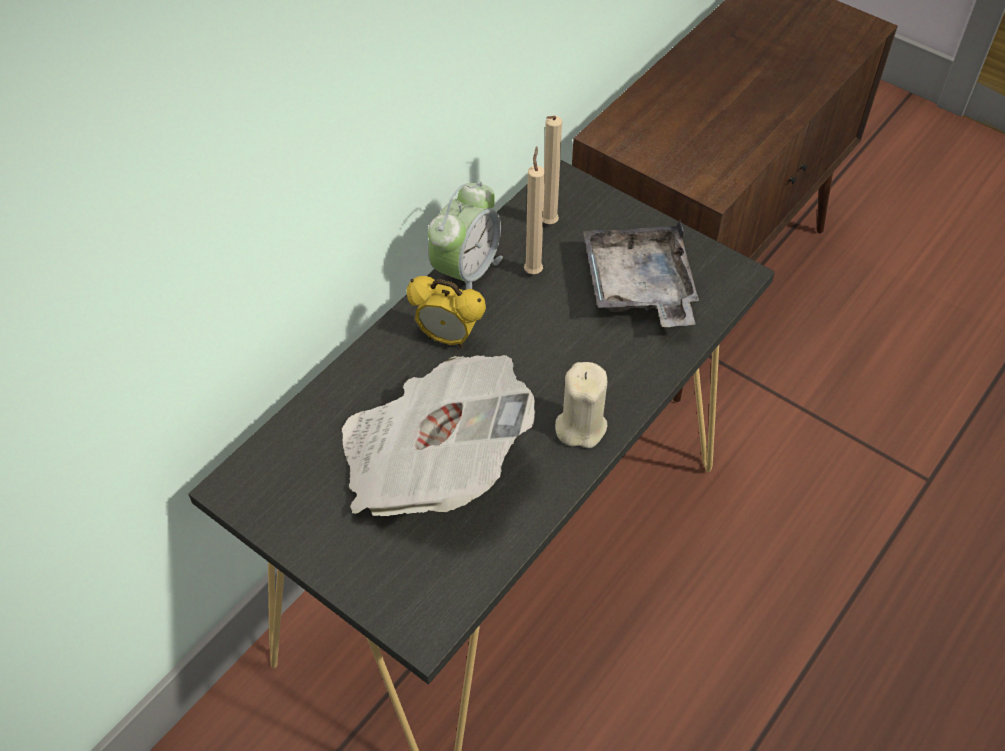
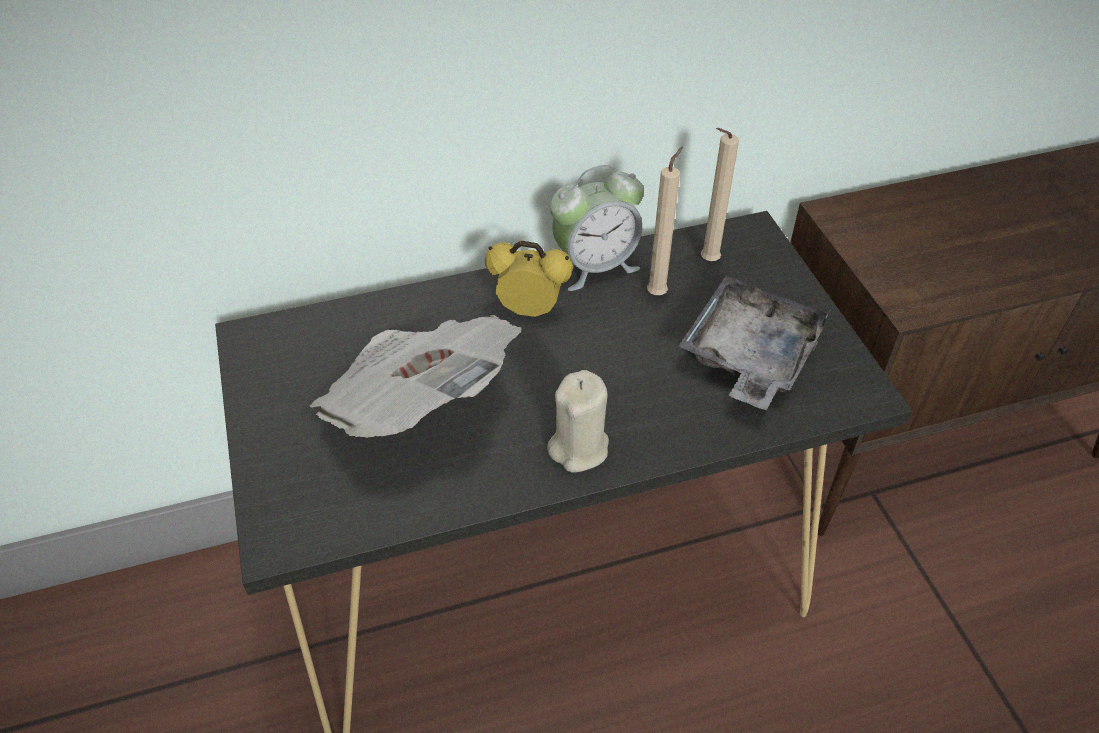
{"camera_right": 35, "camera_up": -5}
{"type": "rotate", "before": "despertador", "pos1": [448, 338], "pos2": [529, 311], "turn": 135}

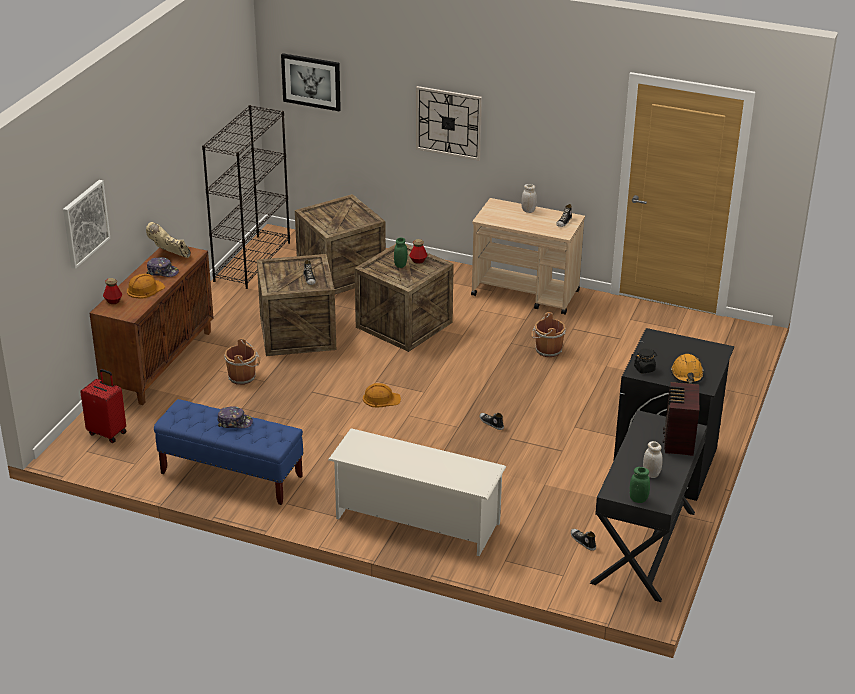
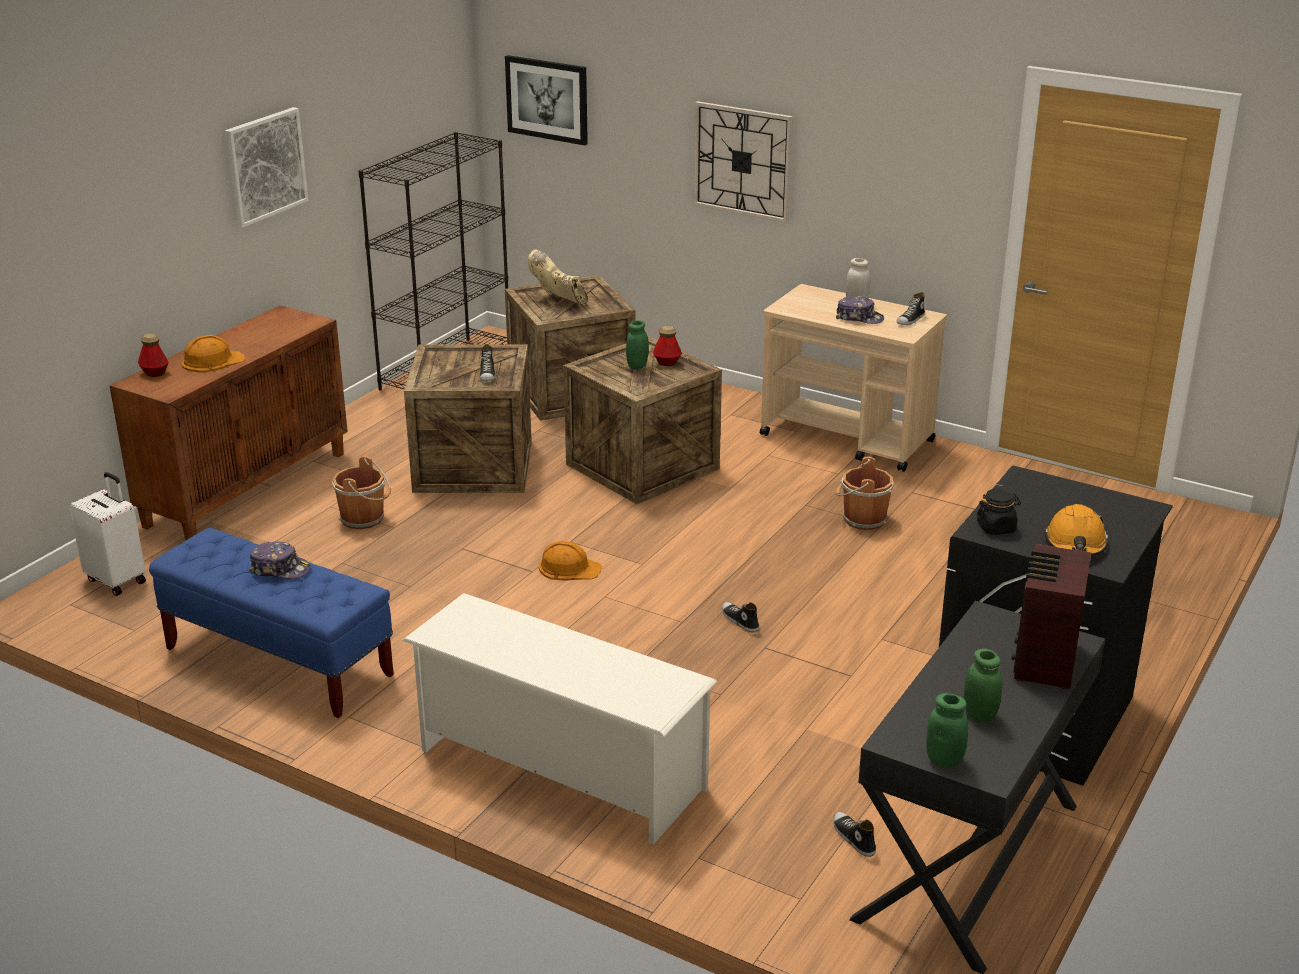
{"camera_right": 10, "camera_up": -5}
{"type": "move", "before": "cuadro", "pos1": [85, 223], "pos2": [265, 166]}
{"type": "move", "before": "bota [beis]", "pos1": [170, 254], "pos2": [559, 300]}
{"type": "move", "before": "gorra", "pos1": [162, 272], "pos2": [859, 318]}
{"type": "recolor", "before": "maleta [rojo]", "after": "maleta [blanco]", "pos1": [108, 432], "pos2": [117, 580]}
{"type": "recolor", "before": "tarro [blanco]", "after": "tarro [verde]", "pos1": [651, 474], "pos2": [979, 715]}

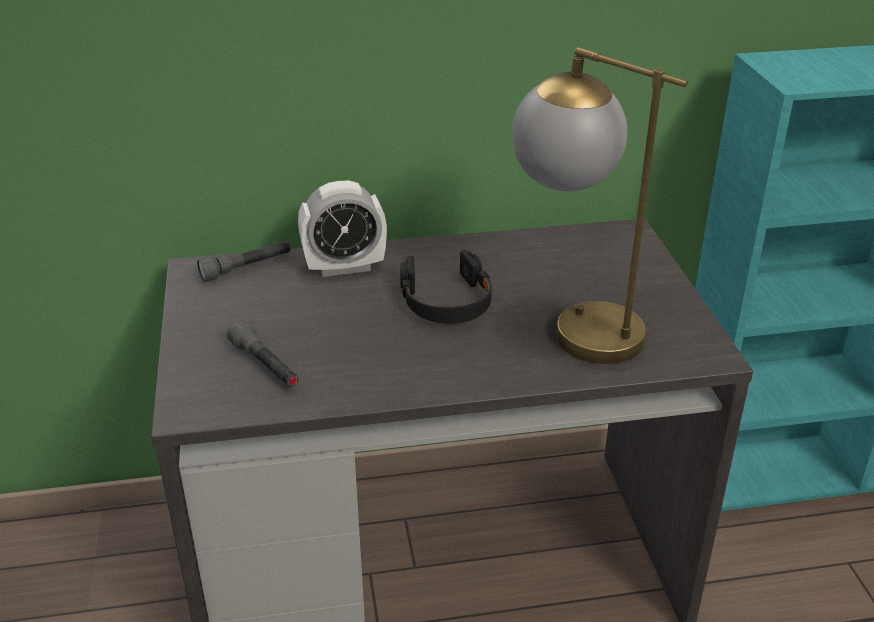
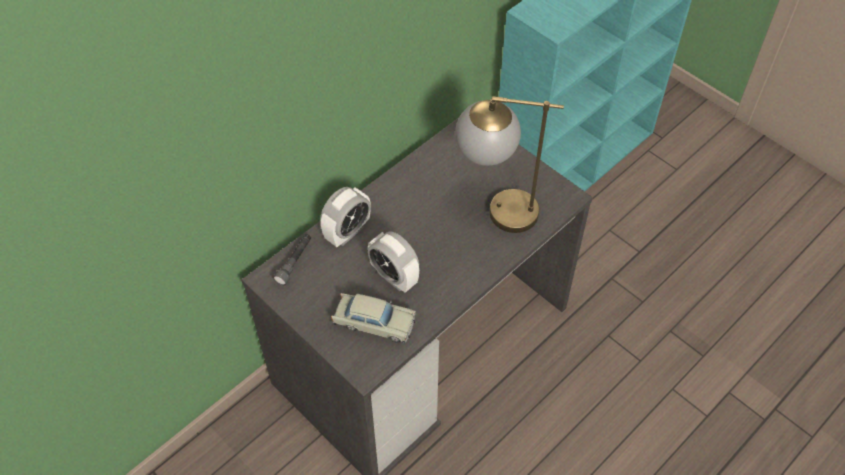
{"camera_right": -35, "camera_up": 20}
{"type": "delete", "before": "auriculares [negro]", "pos1": [446, 301]}
{"type": "insert", "after": "despertador", "pos2": [394, 277]}
{"type": "replace", "before": "linterna [gris]", "after": "coche de juguete [beis]", "pos1": [265, 366], "pos2": [374, 322]}

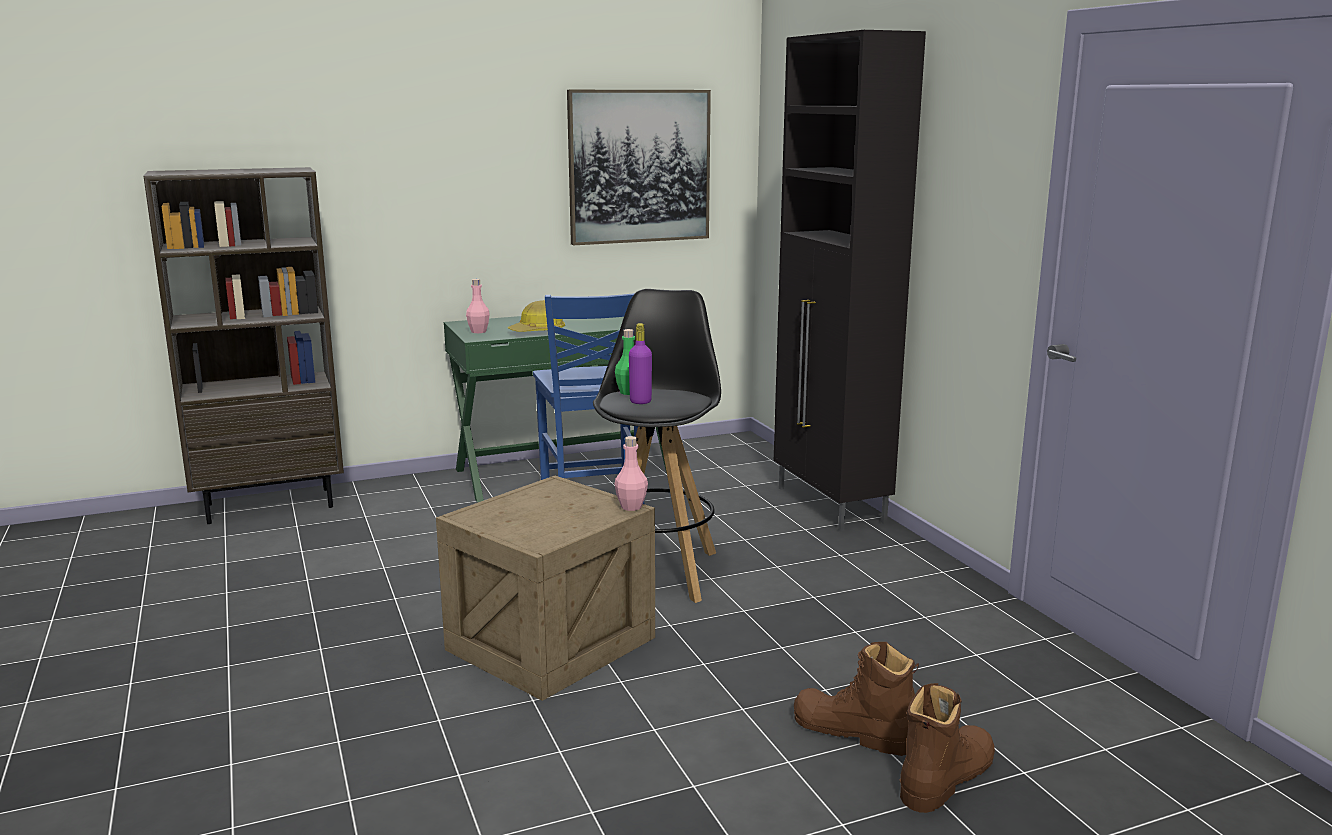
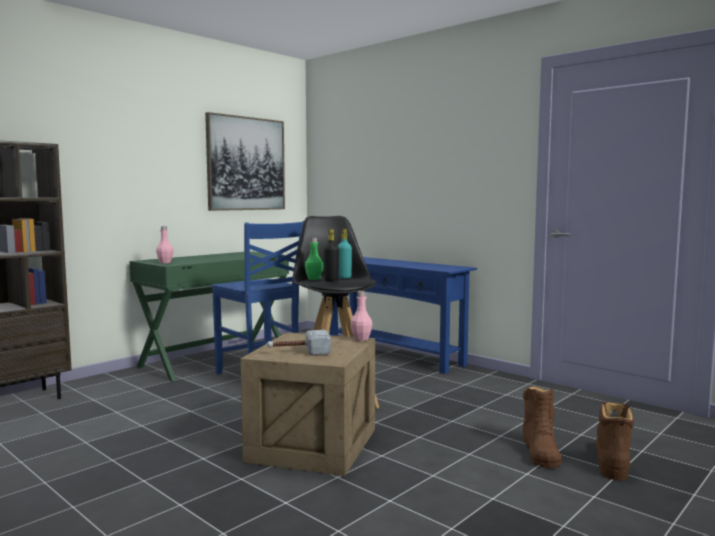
{"camera_right": -25, "camera_up": -10}
{"type": "delete", "before": "casco", "pos1": [538, 332]}
{"type": "insert", "after": "martillo", "pos2": [299, 352]}
{"type": "insert", "after": "botella [turquesa]", "pos2": [344, 277]}
{"type": "replace", "before": "armario [negro]", "after": "mesa consola [azul]", "pos1": [830, 506], "pos2": [394, 355]}
{"type": "recolor", "before": "botella [morado]", "after": "botella [negro]", "pos1": [640, 401], "pos2": [331, 280]}
{"type": "rotate", "before": "bota [marrón]", "pos1": [853, 731], "pos2": [540, 451], "turn": -90}

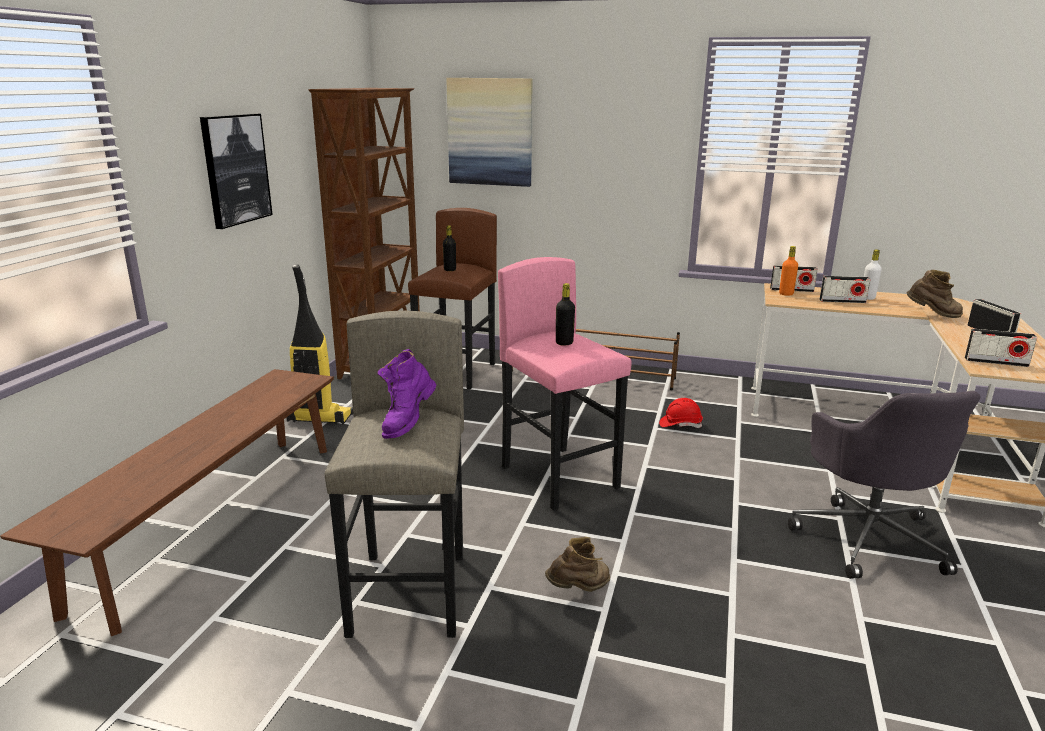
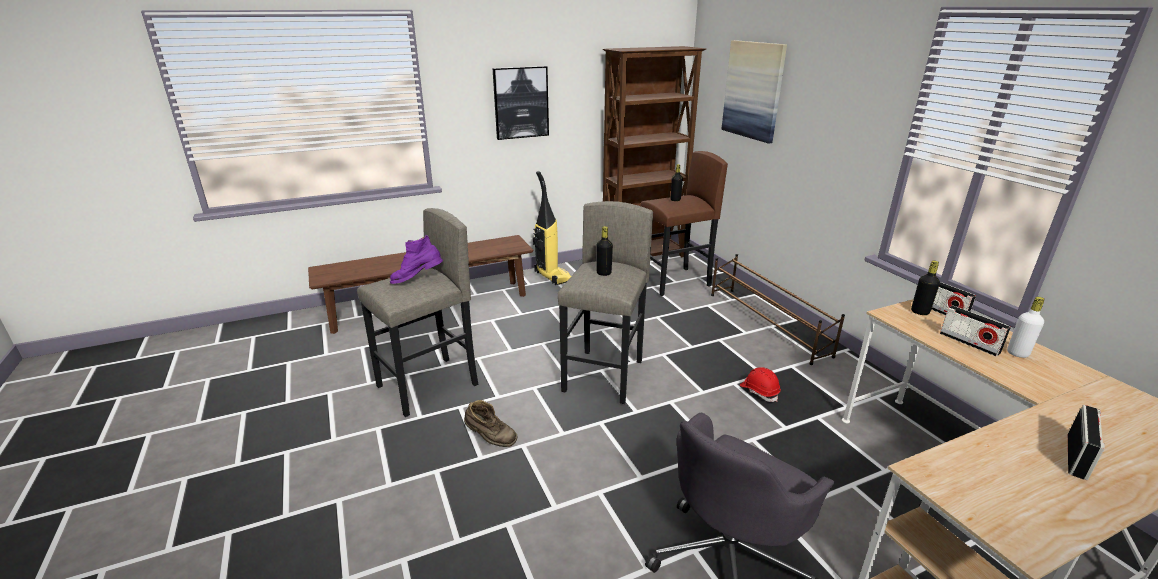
{"camera_right": 50, "camera_up": 5}
{"type": "delete", "before": "bota [marrón]", "pos1": [932, 315]}
{"type": "delete", "before": "radio", "pos1": [996, 362]}
{"type": "recolor", "before": "taburete [rosa]", "after": "taburete [gris]", "pos1": [559, 477], "pos2": [604, 376]}
{"type": "recolor", "before": "botella [naranja]", "after": "botella [negro]", "pos1": [786, 294], "pos2": [920, 312]}

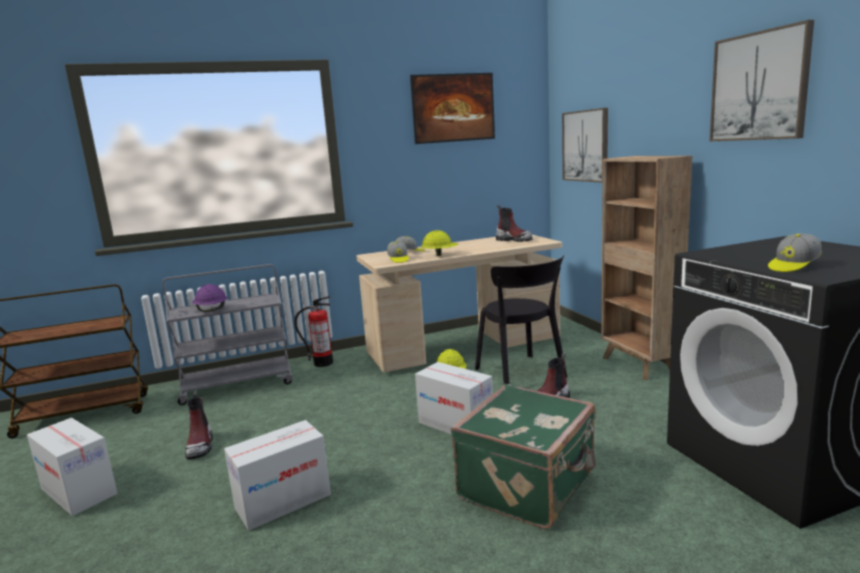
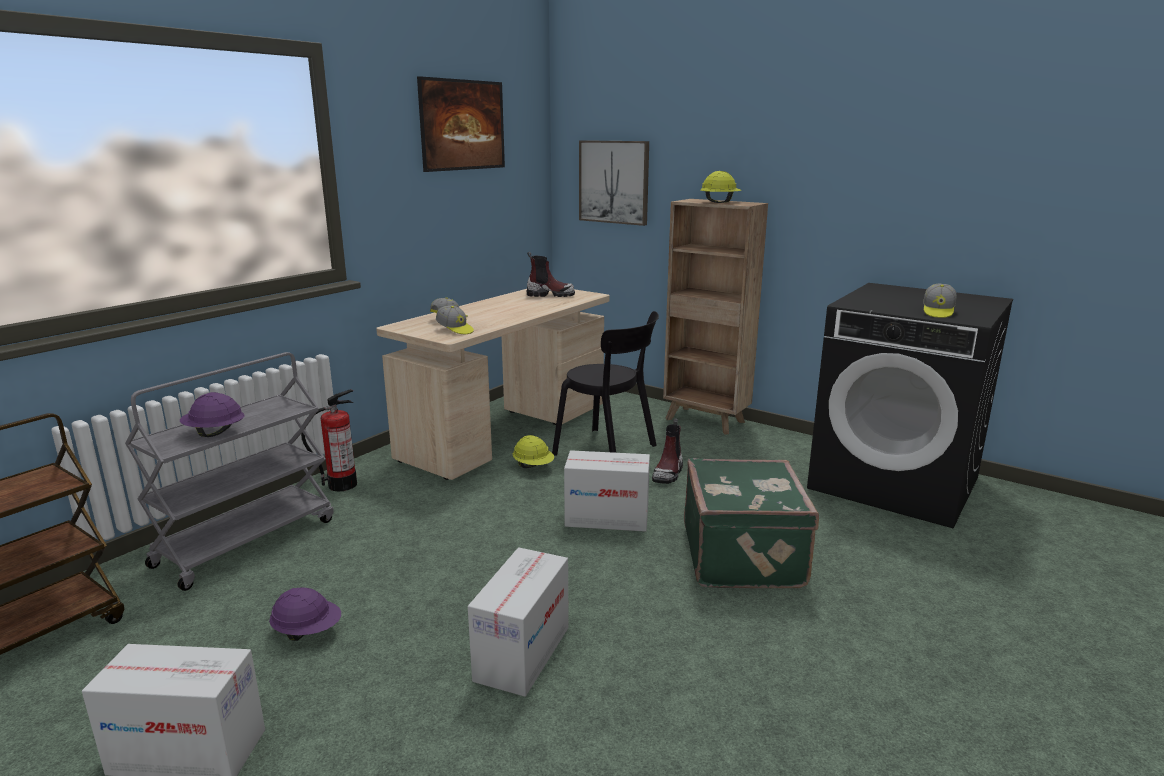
{"camera_right": -35, "camera_up": 5}
{"type": "delete", "before": "cuadro", "pos1": [759, 86]}
{"type": "move", "before": "casco [amarillo]", "pos1": [440, 255], "pos2": [720, 202]}
{"type": "replace", "before": "bota", "after": "casco [morado]", "pos1": [200, 446], "pos2": [308, 632]}

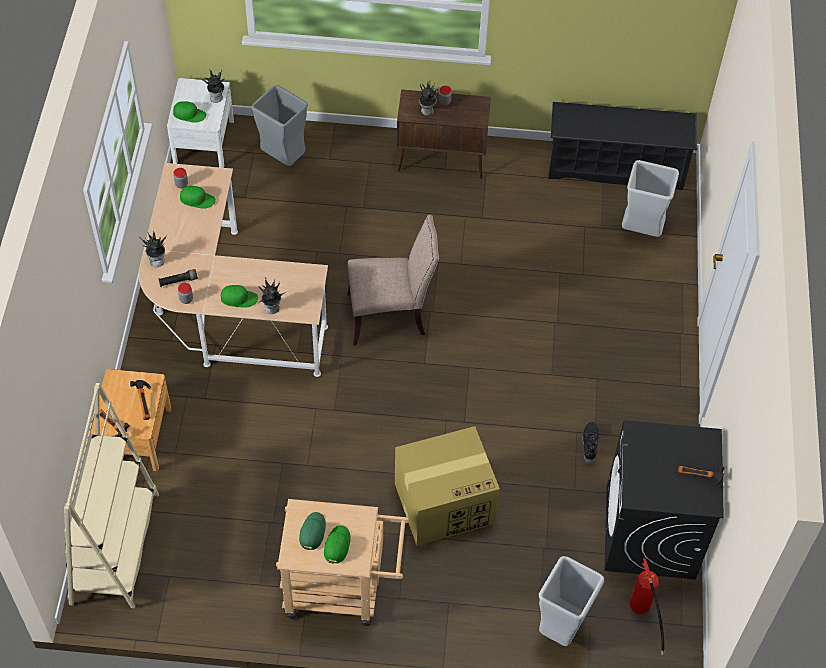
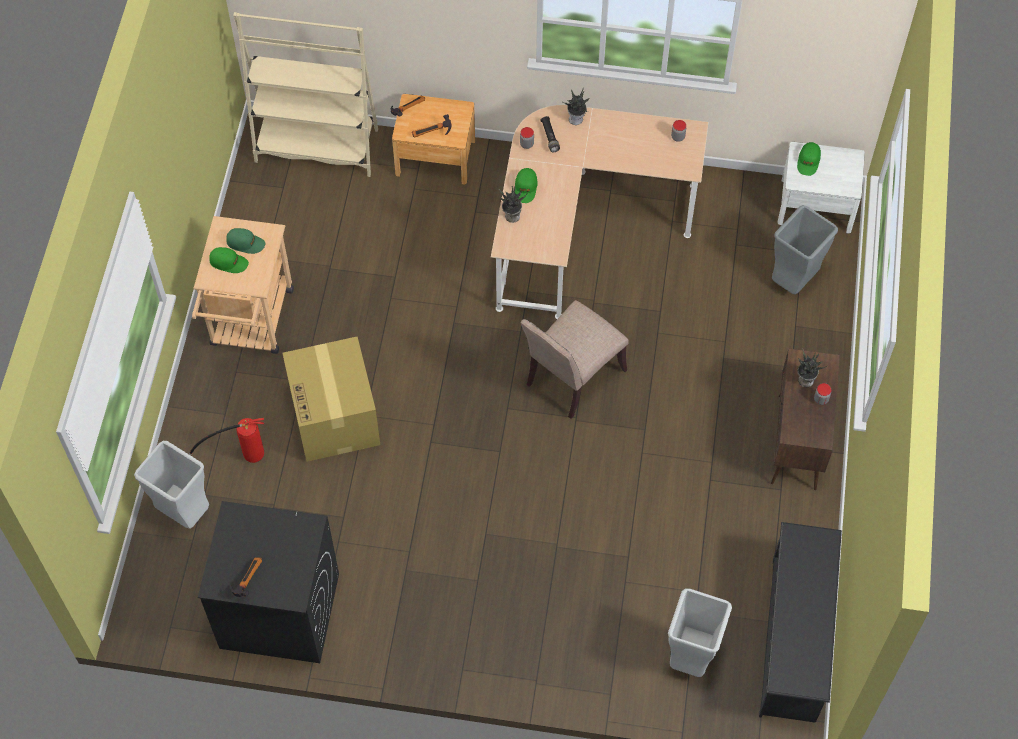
{"camera_right": 95, "camera_up": 5}
{"type": "delete", "before": "gorra [verde]", "pos1": [197, 199]}
{"type": "delete", "before": "planta en maceta", "pos1": [217, 98]}
{"type": "delete", "before": "bota [negro]", "pos1": [589, 444]}
{"type": "move", "before": "extintor", "pos1": [643, 616], "pos2": [241, 455]}
{"type": "rotate", "before": "silla [beis]", "pos1": [390, 315], "pos2": [571, 378], "turn": 45}

